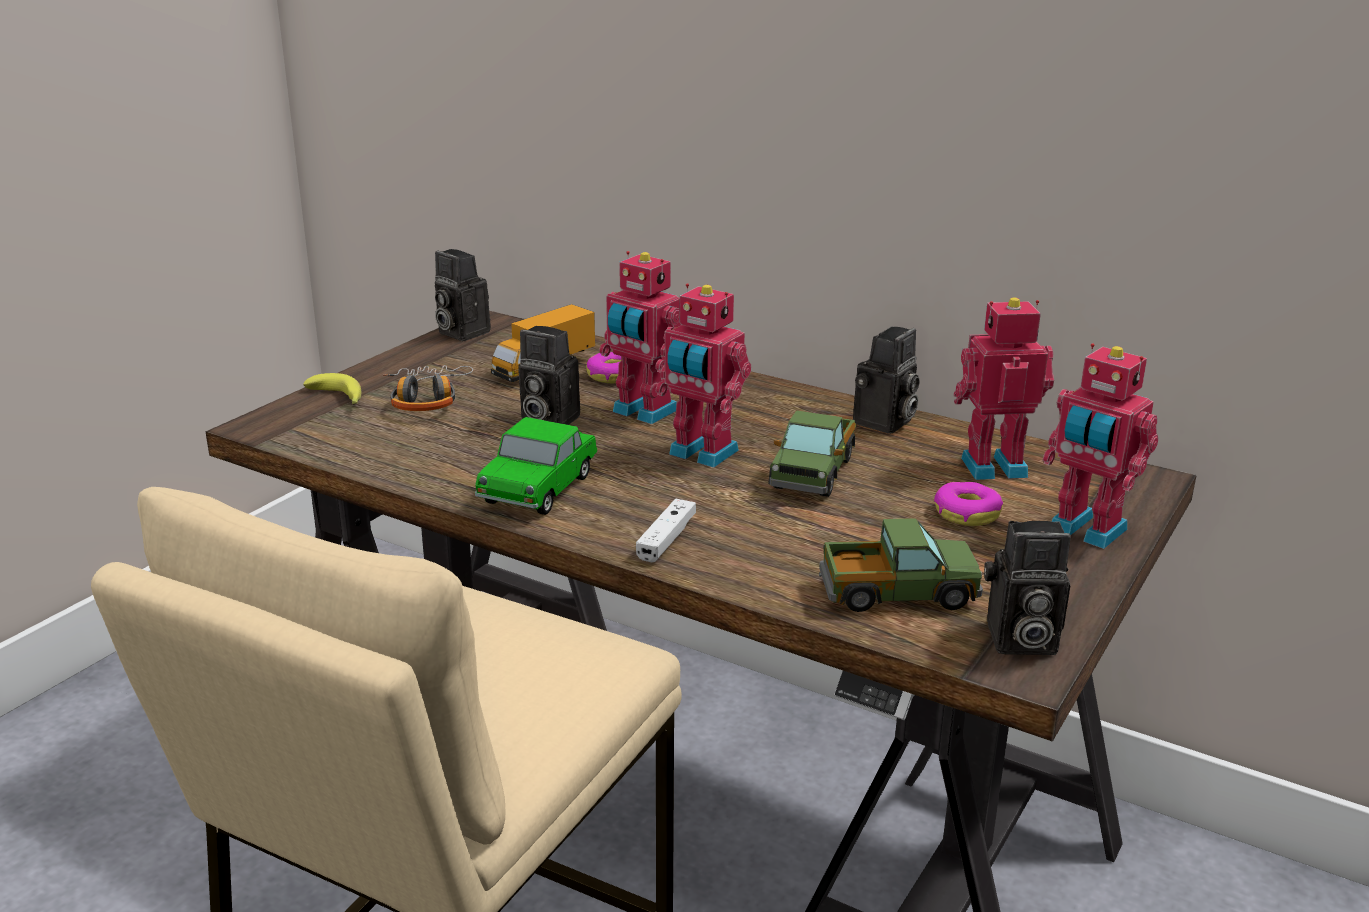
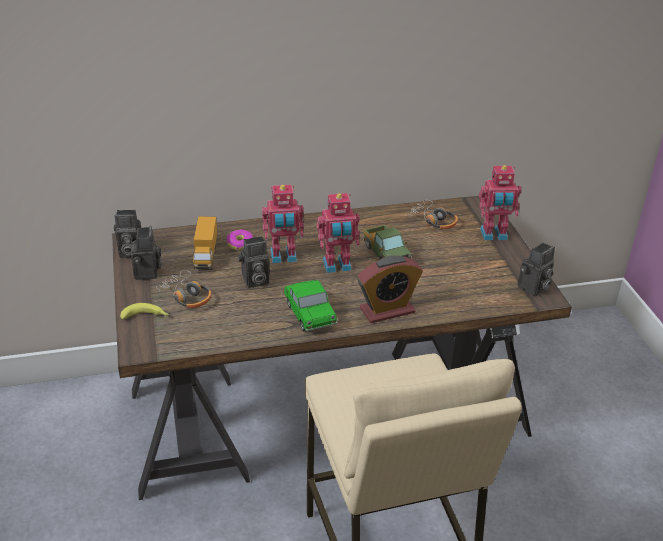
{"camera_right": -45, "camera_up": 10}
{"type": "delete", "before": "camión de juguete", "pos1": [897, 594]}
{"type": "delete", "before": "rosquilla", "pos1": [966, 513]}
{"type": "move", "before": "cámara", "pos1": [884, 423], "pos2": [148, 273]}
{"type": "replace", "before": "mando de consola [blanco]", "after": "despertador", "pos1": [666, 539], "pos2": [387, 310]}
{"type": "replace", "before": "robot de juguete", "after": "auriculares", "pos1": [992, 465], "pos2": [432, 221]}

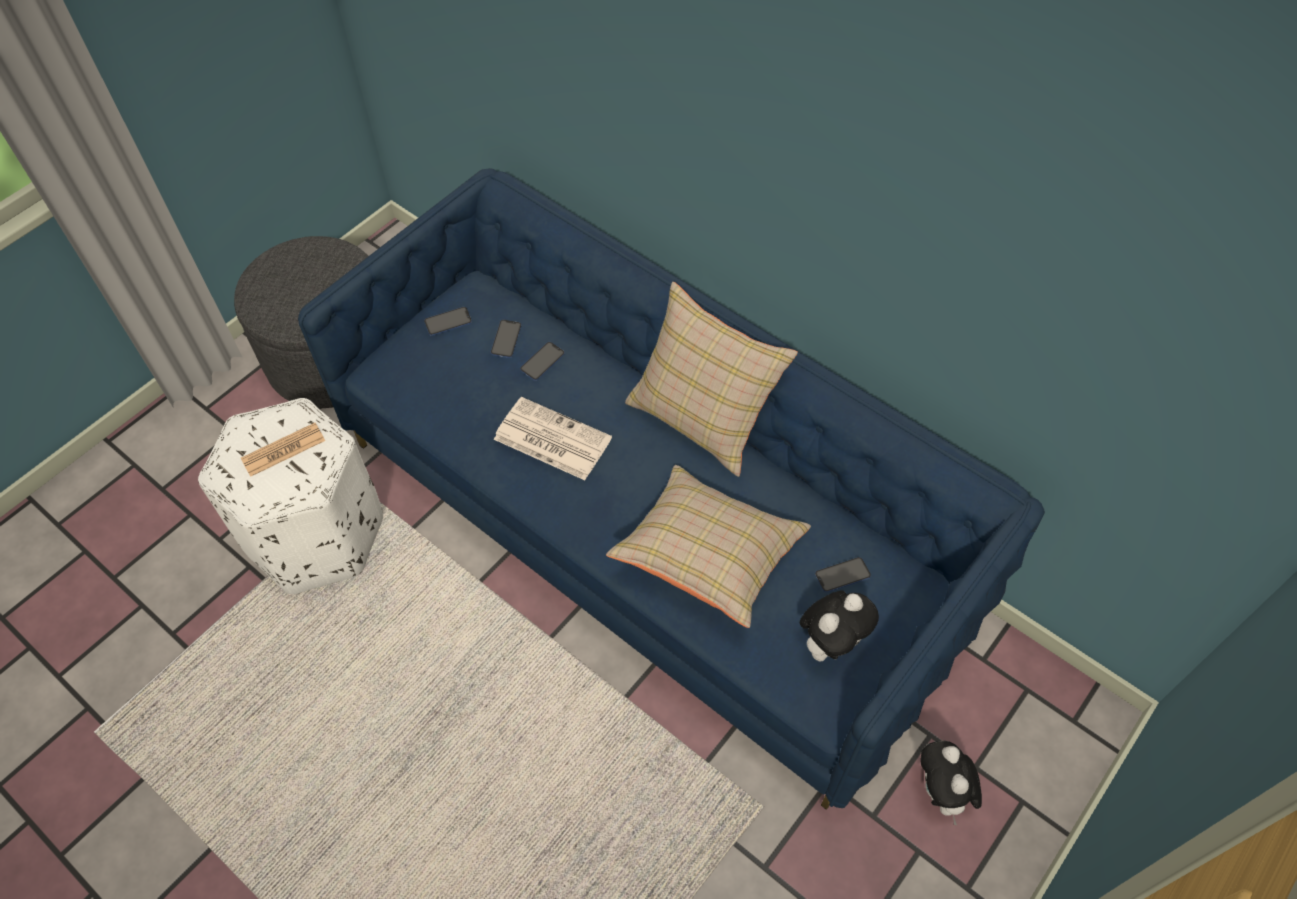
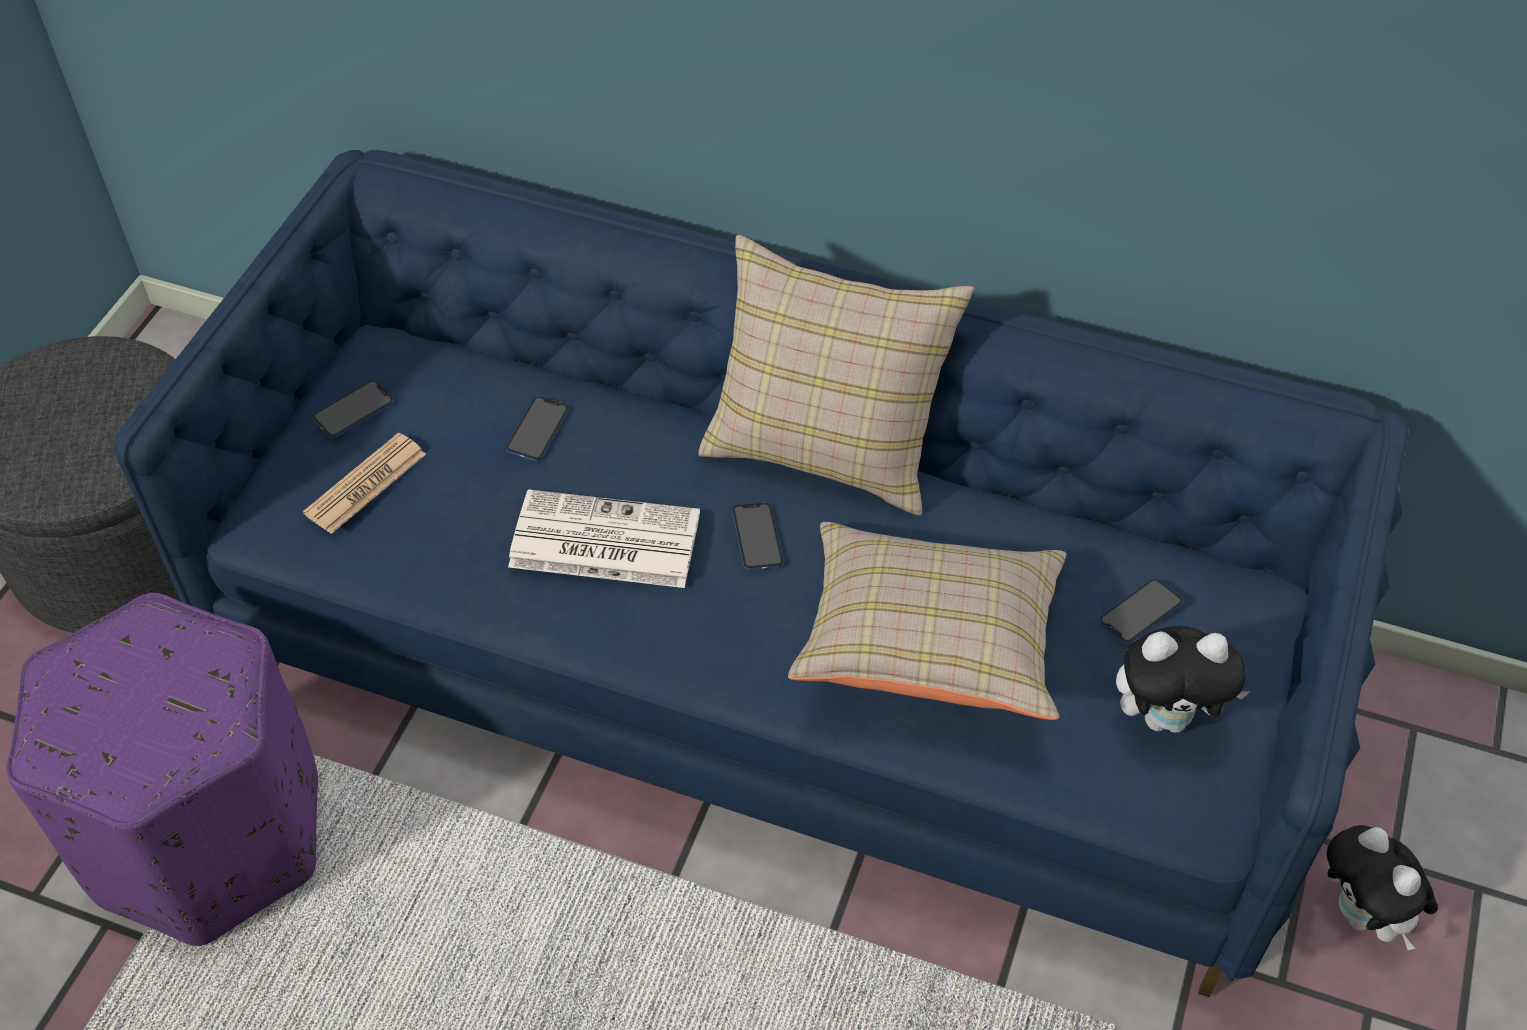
{"camera_right": -20, "camera_up": -5}
{"type": "move", "before": "periódico", "pos1": [283, 450], "pos2": [365, 484]}
{"type": "move", "before": "móvil", "pos1": [506, 339], "pos2": [757, 538]}
{"type": "recolor", "before": "puf [blanco]", "after": "puf [morado]", "pos1": [315, 535], "pos2": [208, 838]}
{"type": "rotate", "before": "peluche", "pos1": [831, 643], "pos2": [1166, 716], "turn": 60}

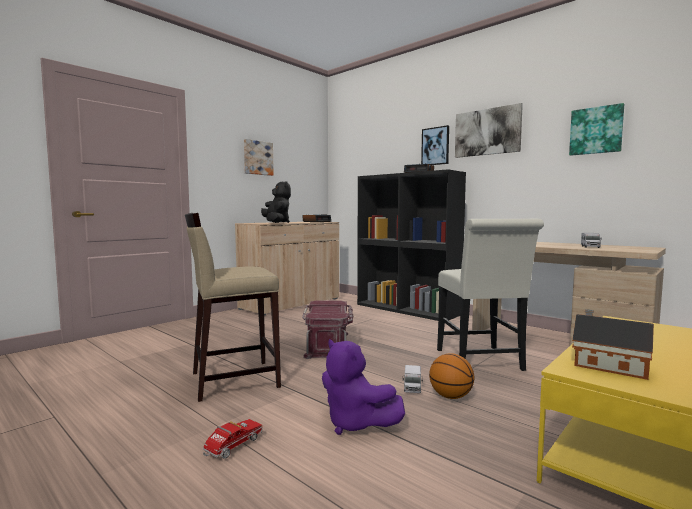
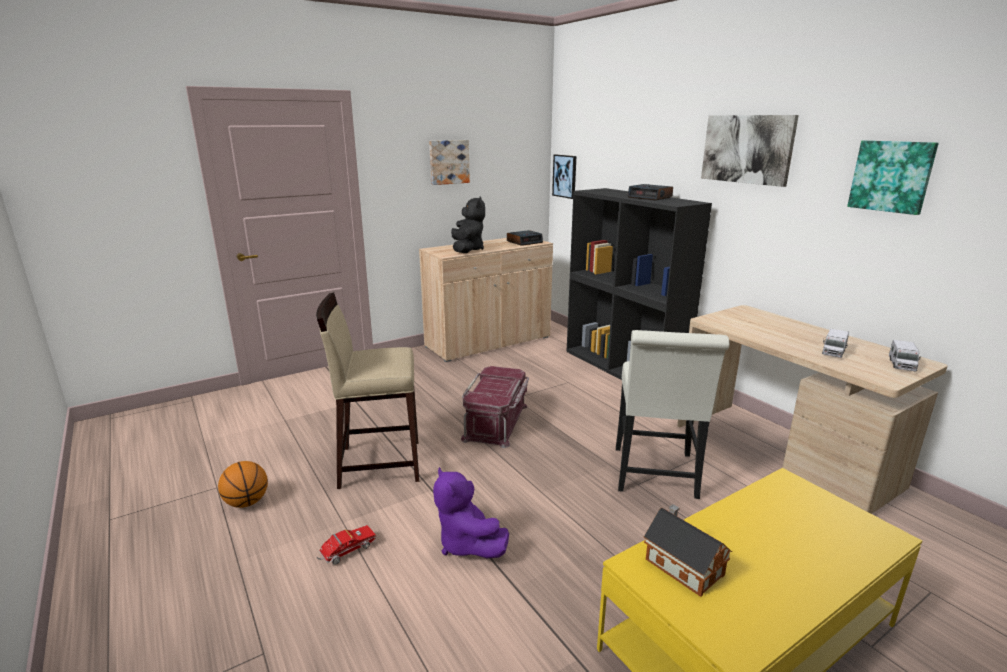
{"camera_right": 15, "camera_up": 15}
{"type": "move", "before": "camión de juguete", "pos1": [412, 387], "pos2": [901, 365]}
{"type": "move", "before": "cuadro", "pos1": [435, 146], "pos2": [565, 176]}
{"type": "move", "before": "balón de baloncesto", "pos1": [451, 396], "pos2": [246, 503]}

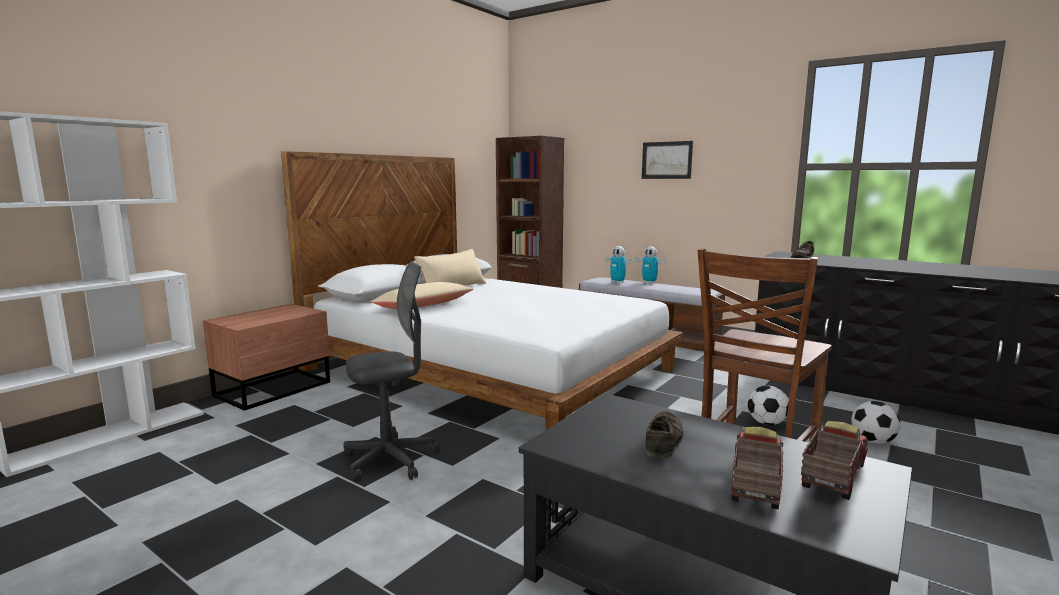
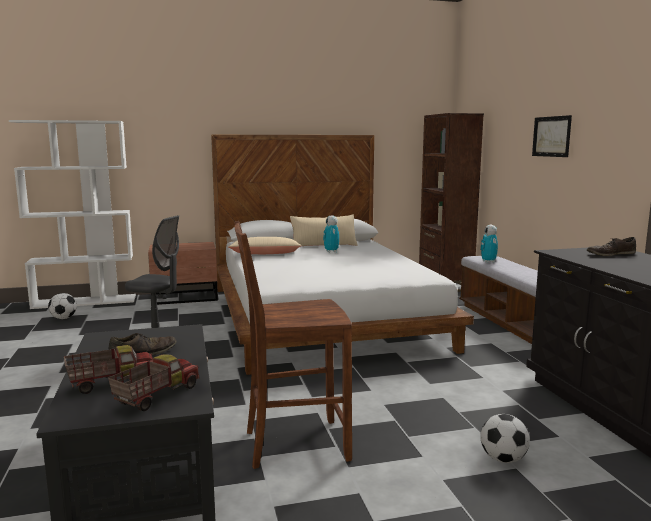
{"camera_right": 40, "camera_up": 0}
{"type": "move", "before": "robot de juguete", "pos1": [649, 283], "pos2": [331, 251]}
{"type": "move", "before": "balón de fútbol", "pos1": [767, 423], "pos2": [63, 318]}
{"type": "rotate", "before": "camión de juguete", "pos1": [831, 476], "pos2": [156, 396], "turn": -45}

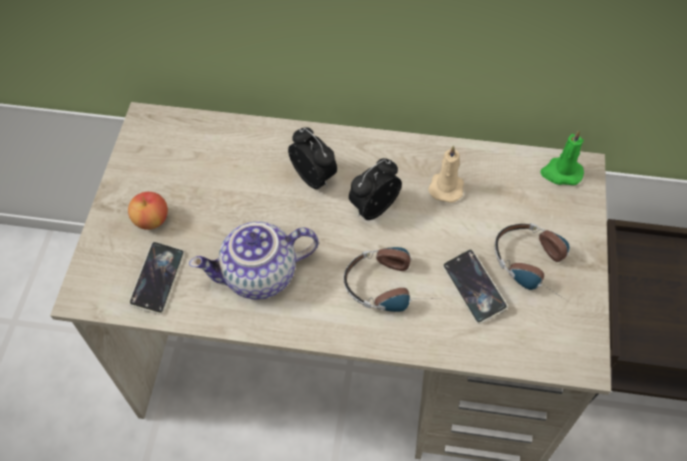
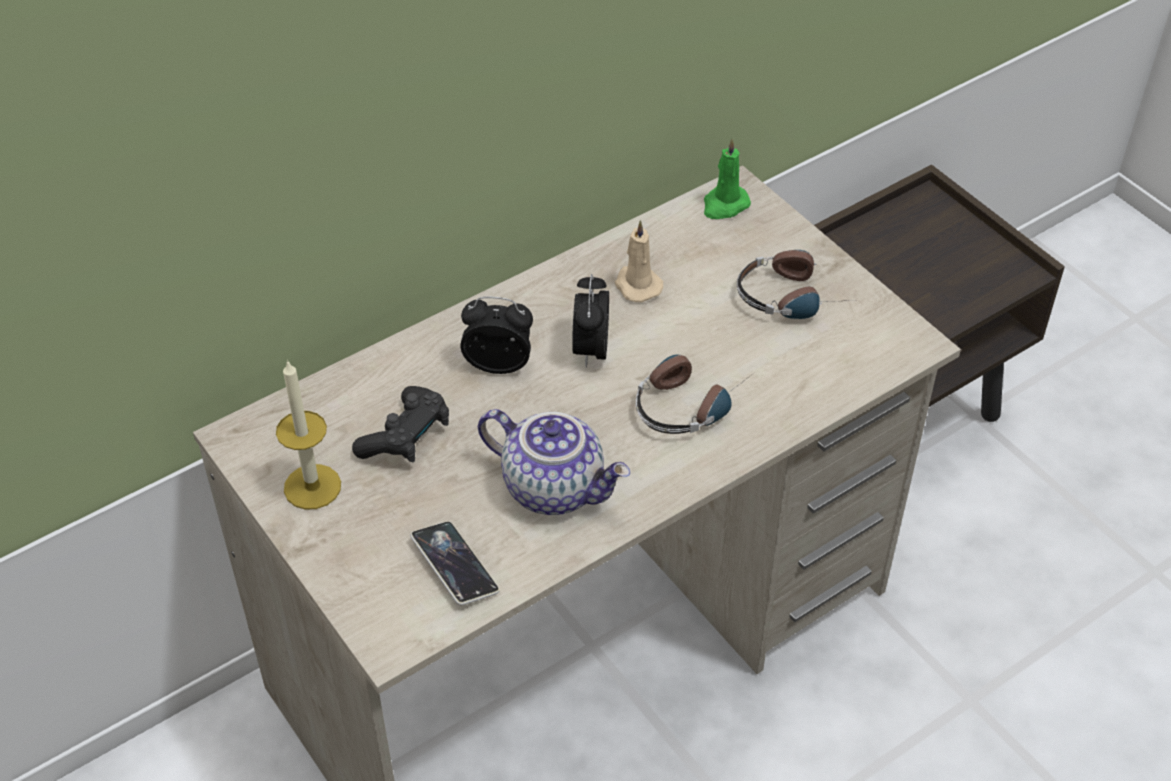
{"camera_right": -45, "camera_up": -10}
{"type": "delete", "before": "manzana", "pos1": [151, 220]}
{"type": "delete", "before": "móvil", "pos1": [473, 288]}
{"type": "insert", "after": "vela", "pos2": [312, 487]}
{"type": "insert", "after": "mando de consola [negro]", "pos2": [406, 437]}
{"type": "rotate", "before": "tetera", "pos1": [259, 276], "pos2": [555, 487], "turn": -90}

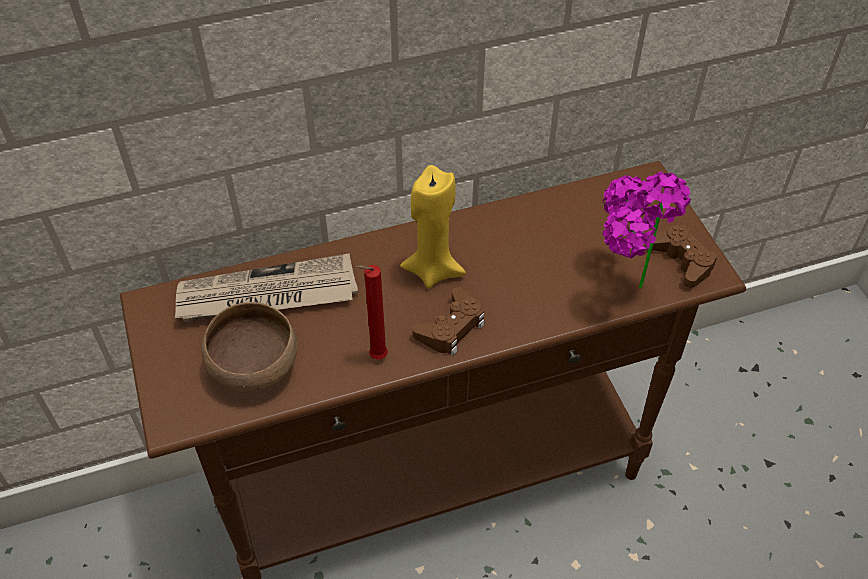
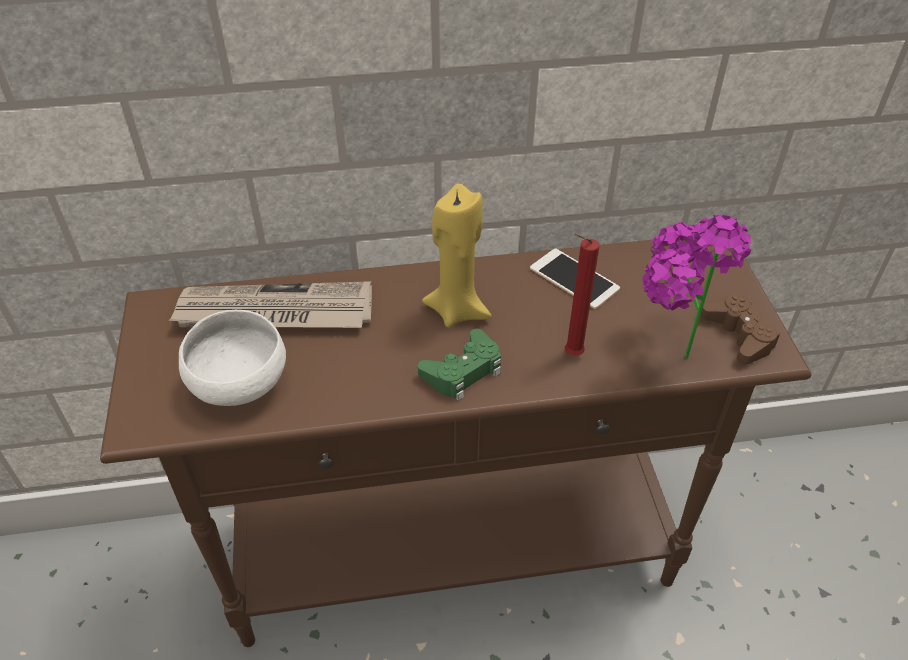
{"camera_right": 10, "camera_up": -5}
{"type": "insert", "after": "móvil", "pos2": [574, 279]}
{"type": "move", "before": "vela [rojo]", "pos1": [375, 357], "pos2": [570, 354]}
{"type": "recolor", "before": "cuenco [marrón]", "after": "cuenco [blanco]", "pos1": [256, 368], "pos2": [241, 384]}
{"type": "recolor", "before": "mando de consola [marrón]", "after": "mando de consola [verde]", "pos1": [451, 327], "pos2": [463, 371]}

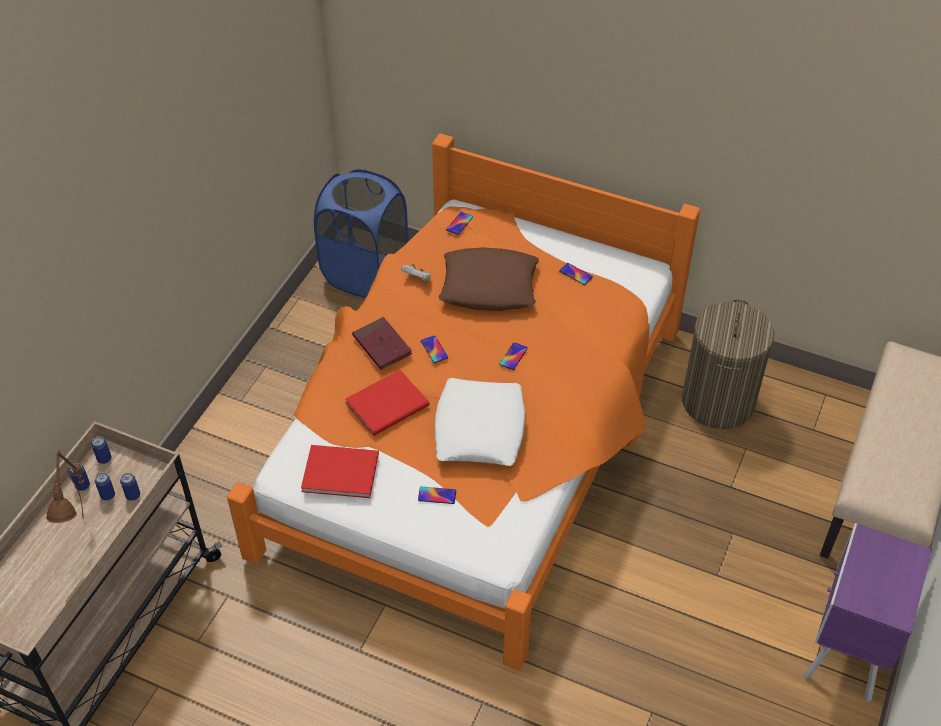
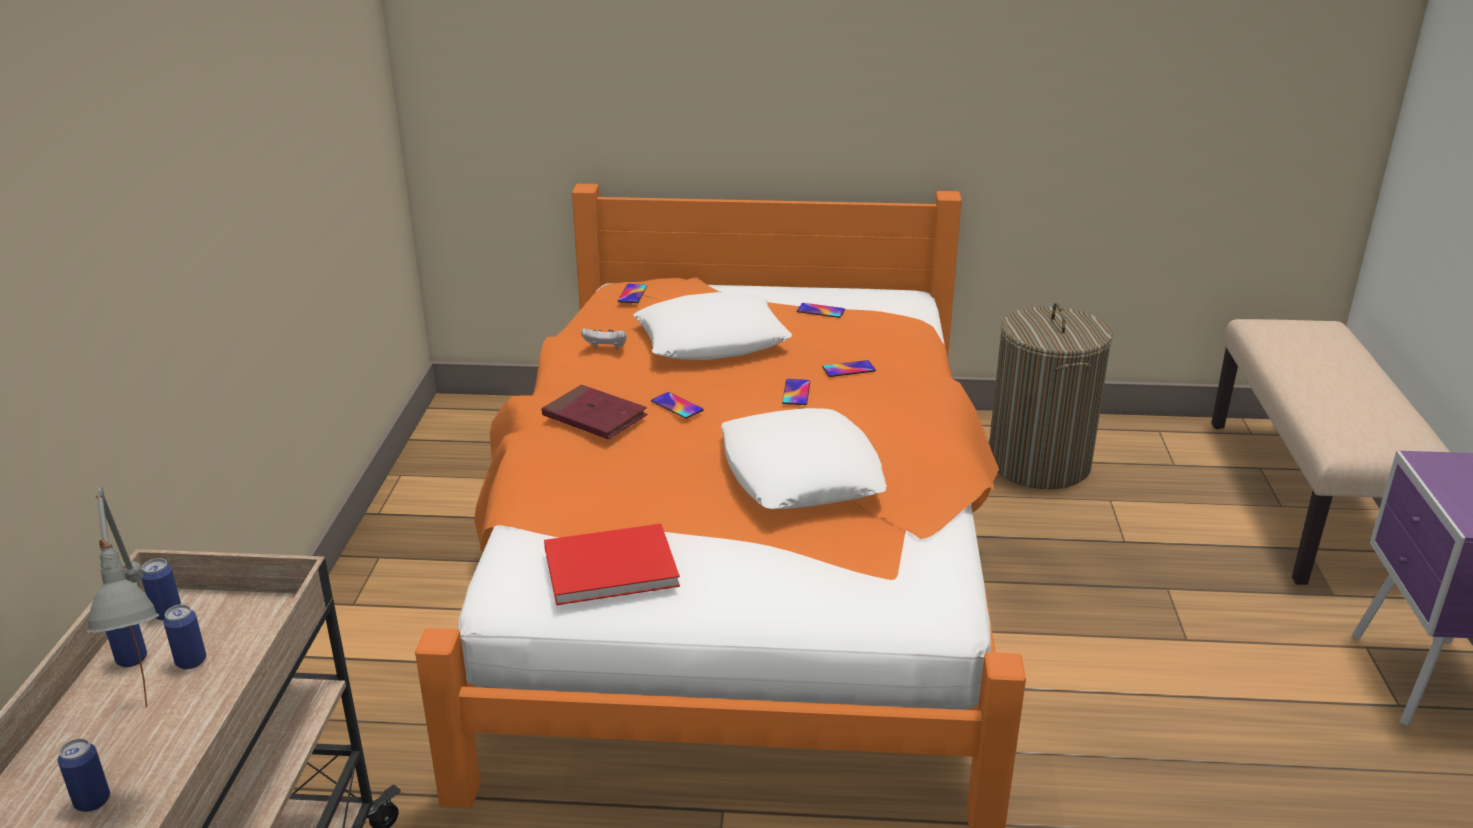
{"camera_right": -20, "camera_up": -20}
{"type": "delete", "before": "cesto de la ropa [azul]", "pos1": [365, 274]}
{"type": "delete", "before": "libro [rojo]", "pos1": [390, 404]}
{"type": "move", "before": "lata", "pos1": [133, 495], "pos2": [92, 801]}
{"type": "move", "before": "móvil", "pos1": [437, 495], "pos2": [848, 369]}
{"type": "recolor", "before": "lámpara de mesa [marrón]", "after": "lámpara de mesa [gris]", "pos1": [88, 542], "pos2": [170, 740]}
{"type": "recolor", "before": "cojín [marrón]", "after": "cojín [blanco]", "pos1": [489, 286], "pos2": [712, 340]}

